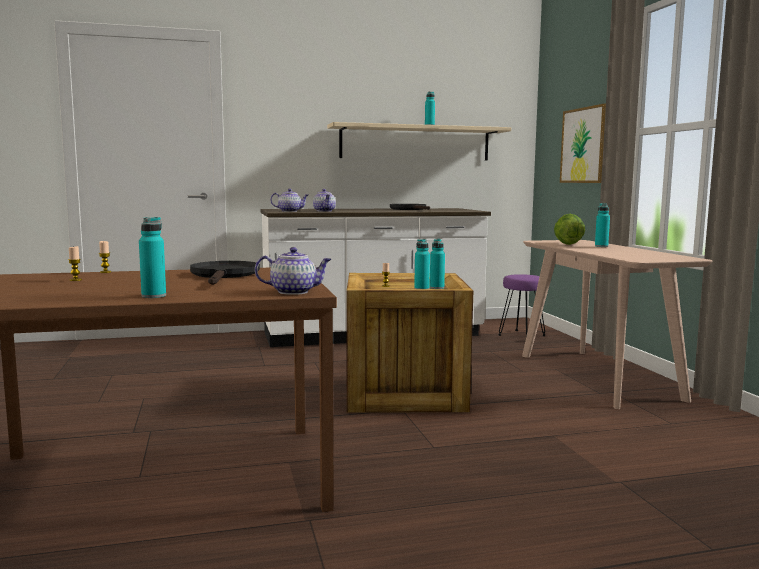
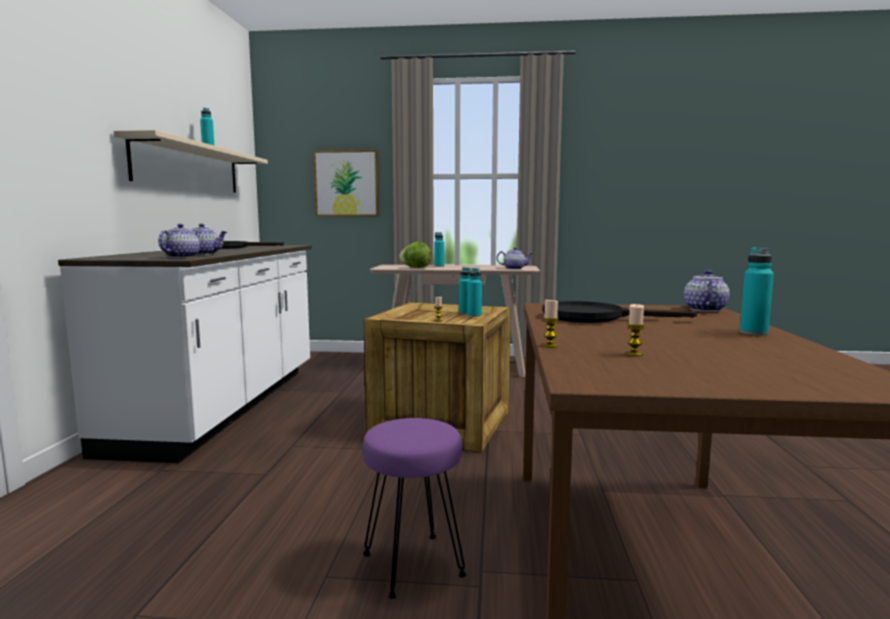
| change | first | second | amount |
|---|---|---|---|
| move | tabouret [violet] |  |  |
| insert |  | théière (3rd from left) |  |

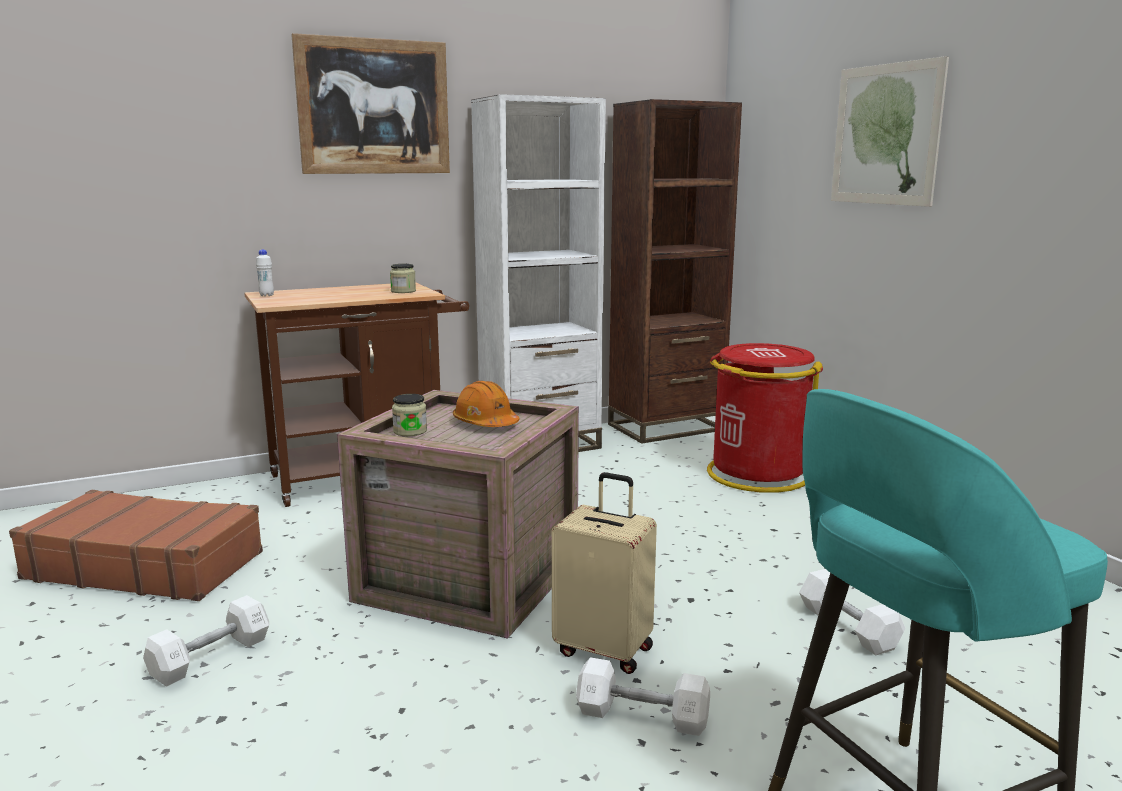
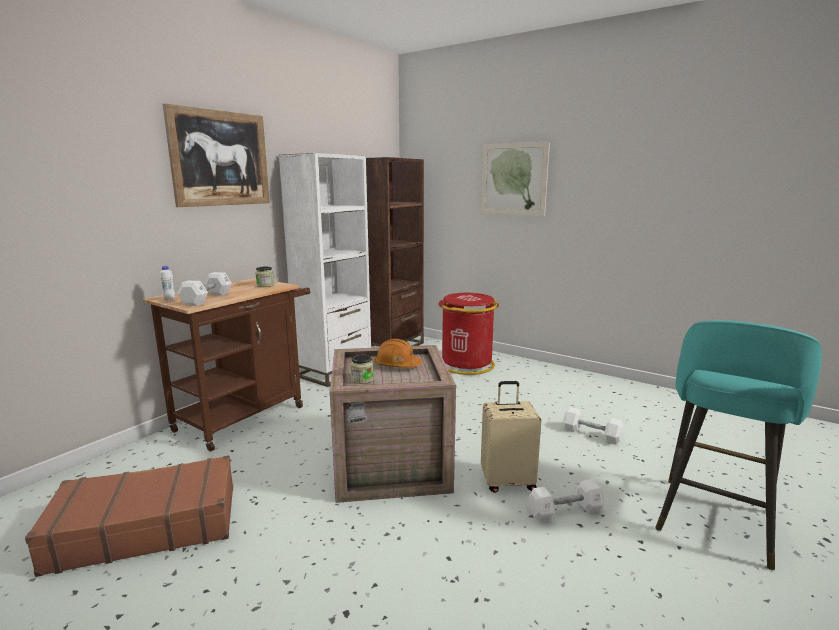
| change | first | second | amount |
|---|---|---|---|
| move | haltère [blanc] (1st from left) |  |  |

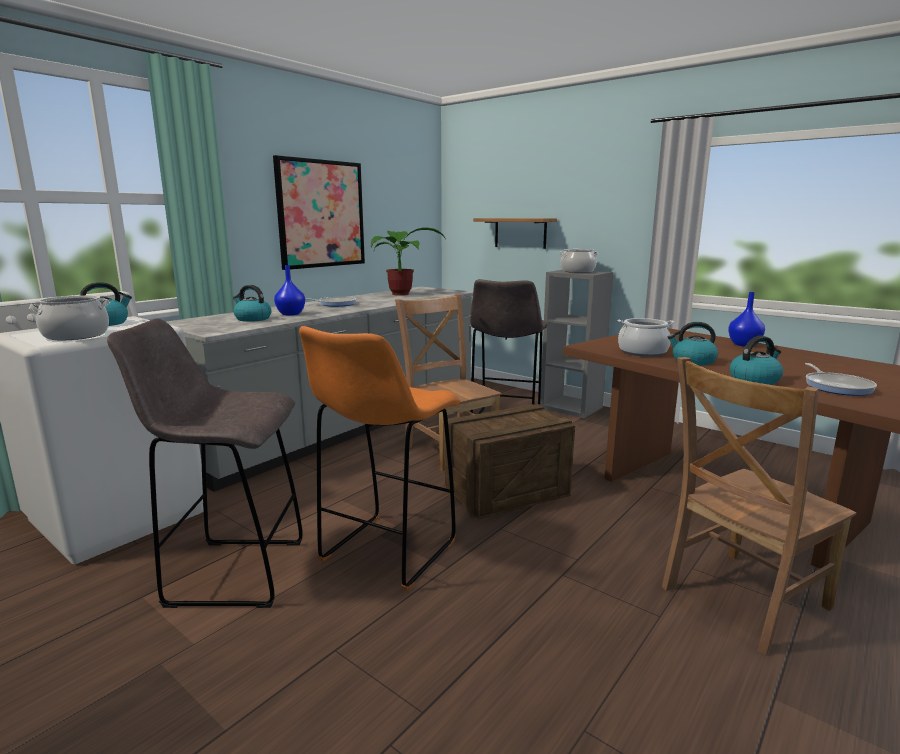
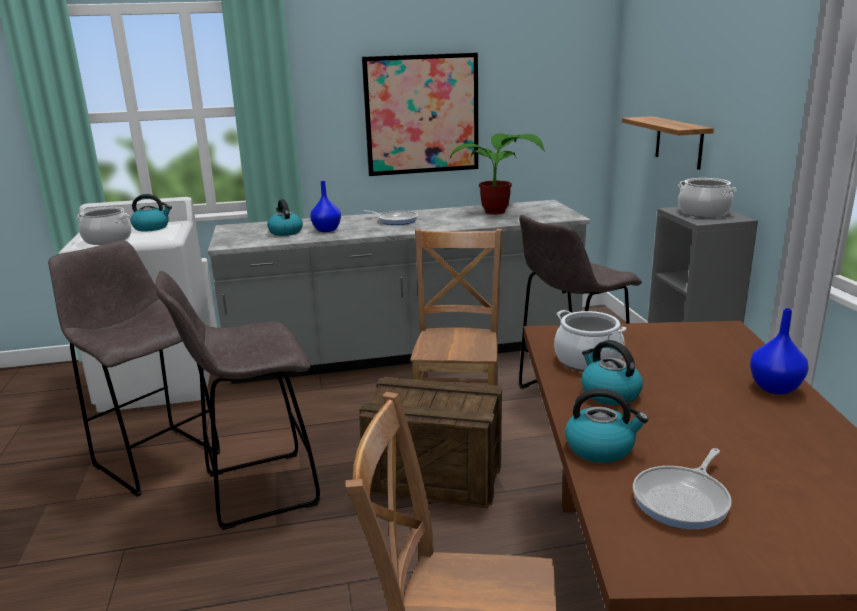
| change | first | second | amount |
|---|---|---|---|
| recolor | tabouret [orange] | tabouret [gris] (2nd from left) |  |

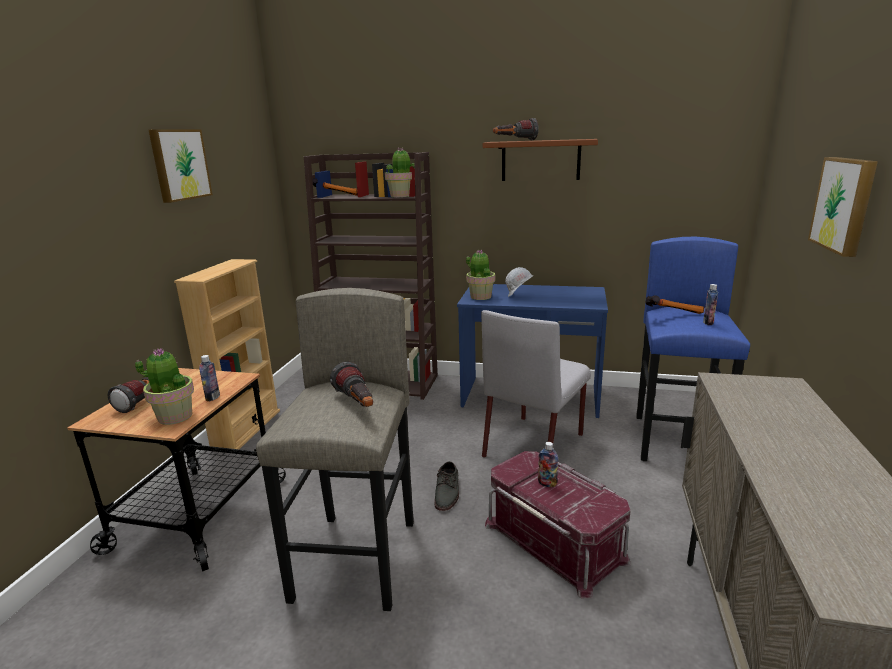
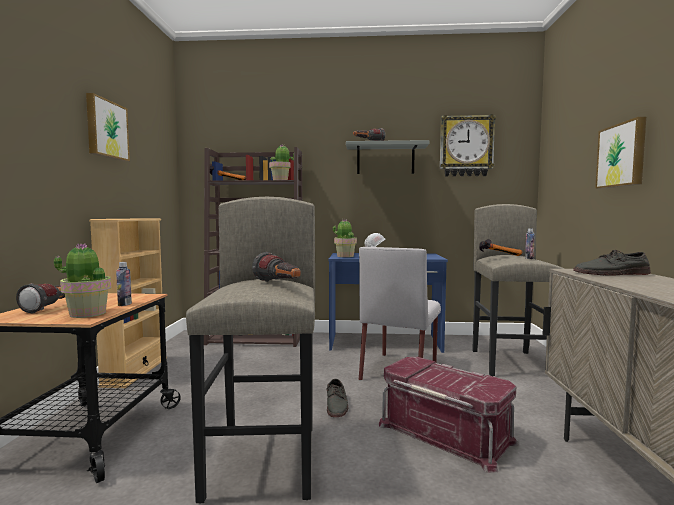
| change | first | second | amount |
|---|---|---|---|
| recolor | étagère [marron] | étagère [gris] |  |
| recolor | tabouret [bleu] | tabouret [gris] (2nd from left) |  |
| delete | bouteille (2nd from left) |  |  |
| insert |  | horloge murale |  |
| insert |  | chaussure [gris] (2nd from left) |  |

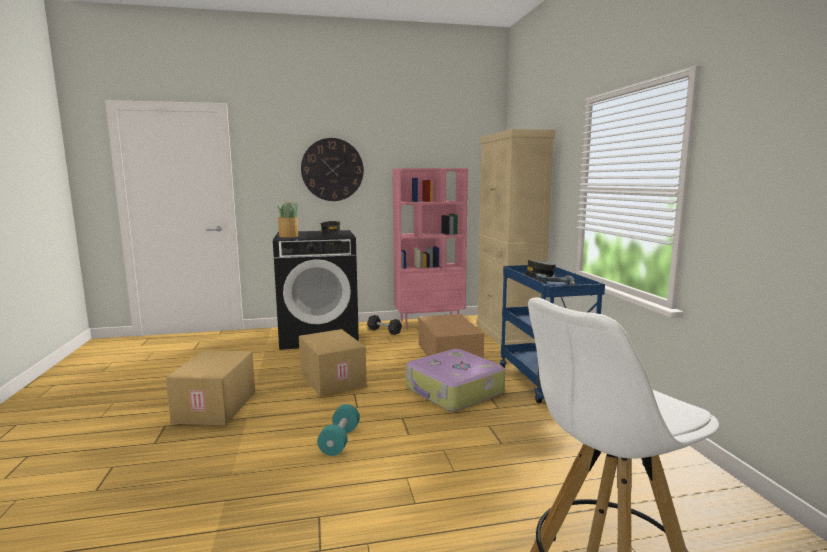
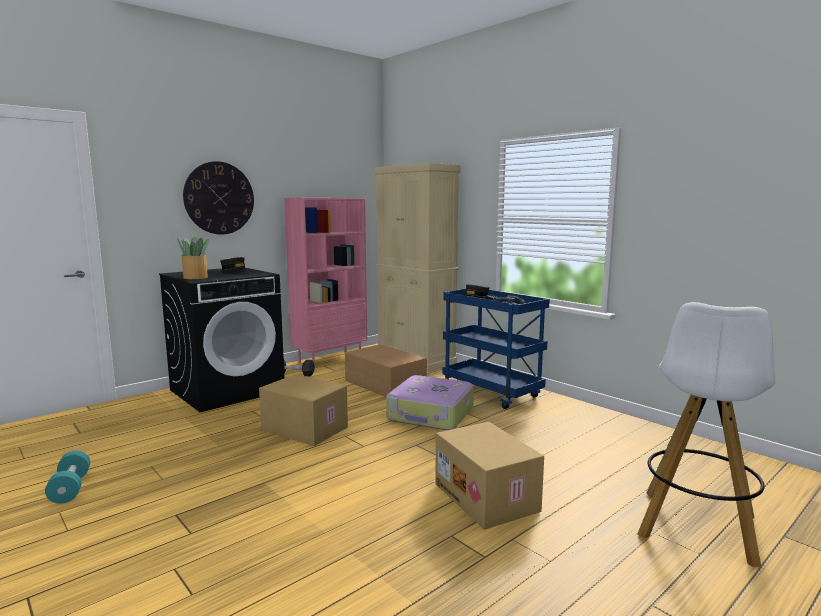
| change | first | second | amount |
|---|---|---|---|
| move | carton (1st from left in the first image) | carton (3rd from left) |  |
| move | haltère [turquoise] |  |  |

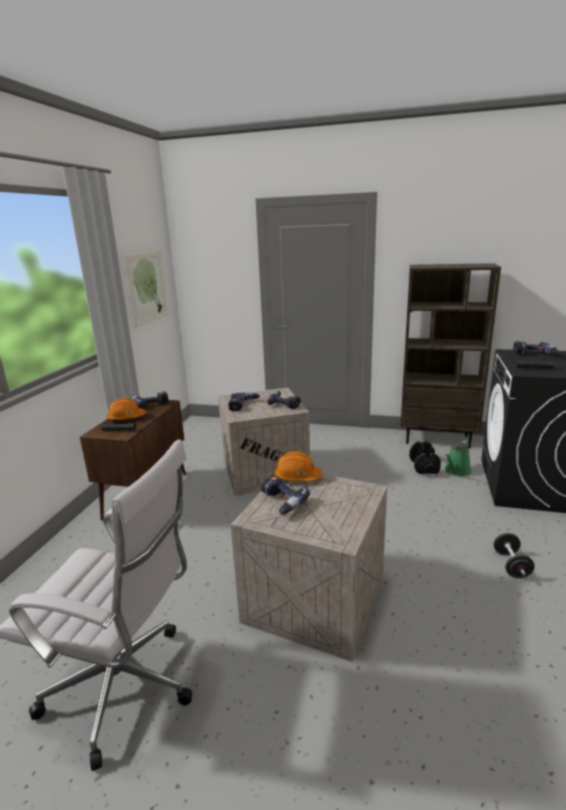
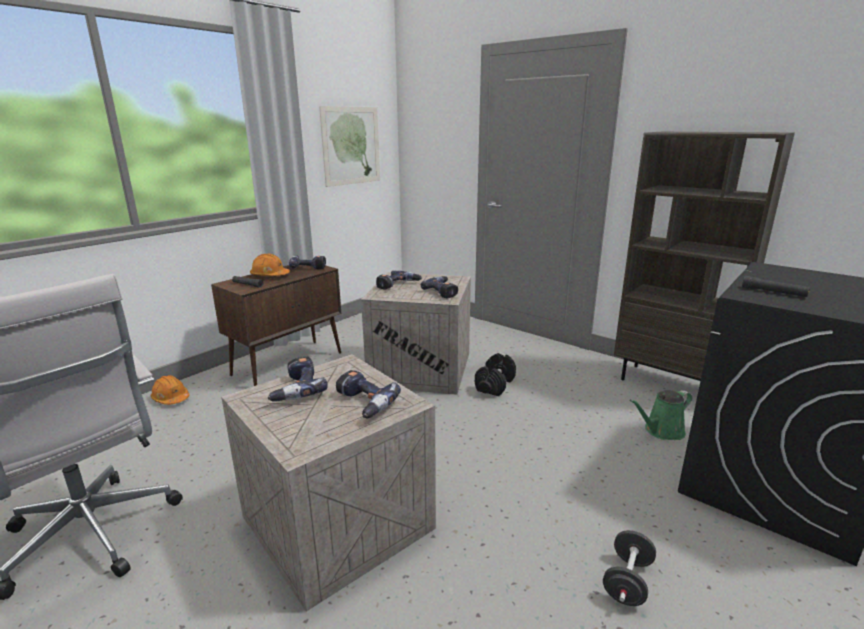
| change | first | second | amount |
|---|---|---|---|
| move | perceuse (5th from left in the first image) | perceuse (3rd from left) |  |
| move | haltère [noir] (1st from left) |  |  |
| move | casque de chantier [orange] (2nd from left in the first image) | casque de chantier [orange] (1st from left) |  |

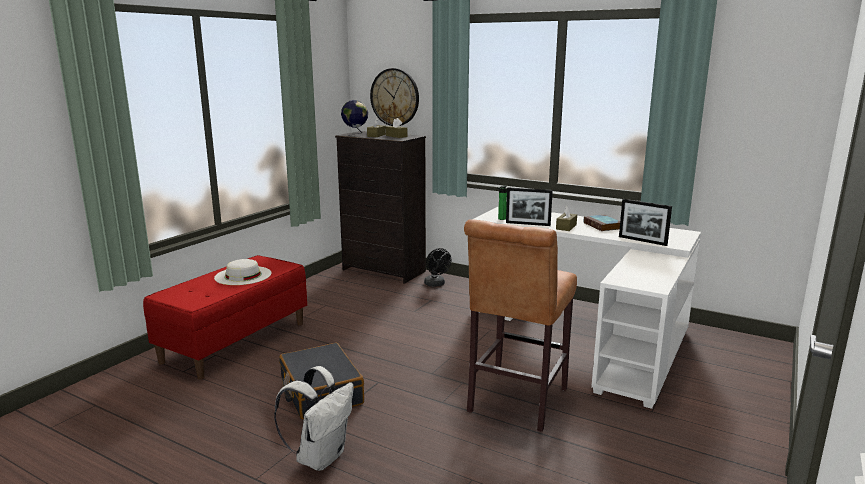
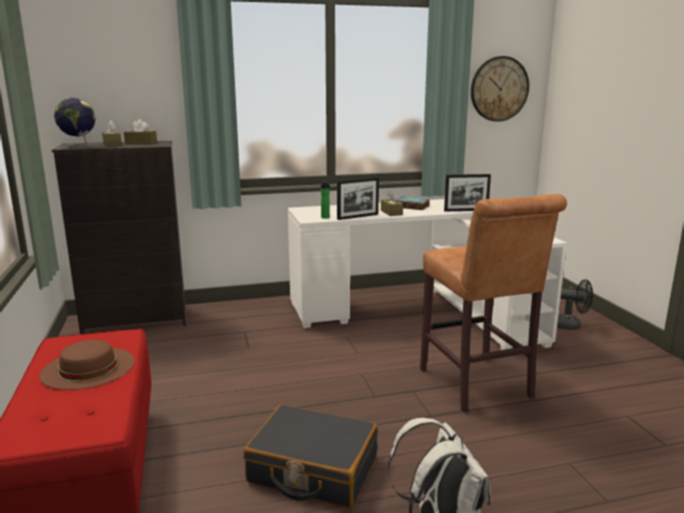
| change | first | second | amount |
|---|---|---|---|
| move | horloge murale |  |  |
| move | ventilateur [noir] |  |  |
| recolor | chapeau [blanc] | chapeau [marron] |  |

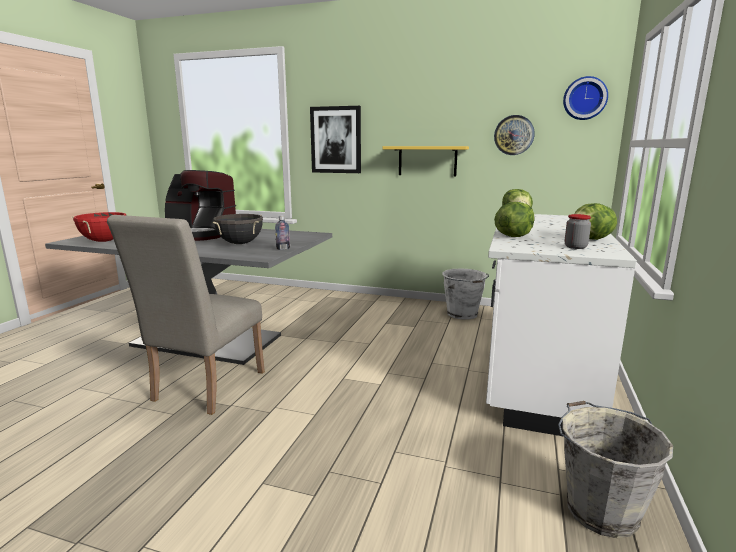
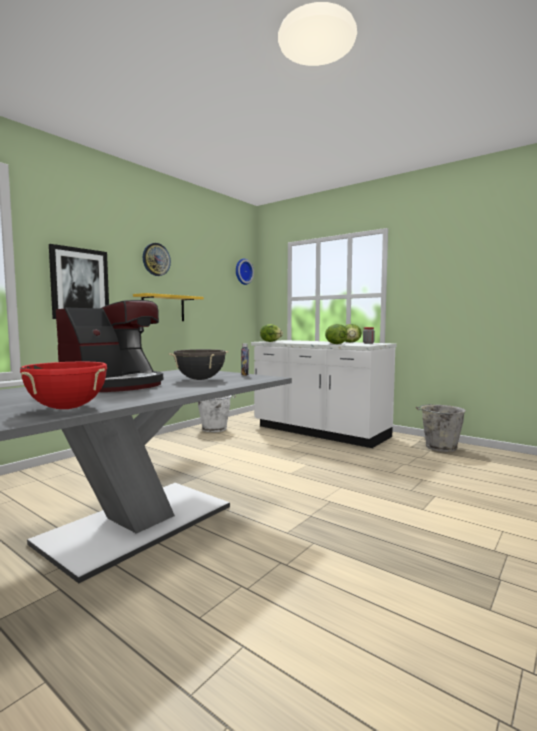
| change | first | second | amount |
|---|---|---|---|
| move | horloge murale (1st from left) |  |  |
| delete | chaise [beige] |  |  |

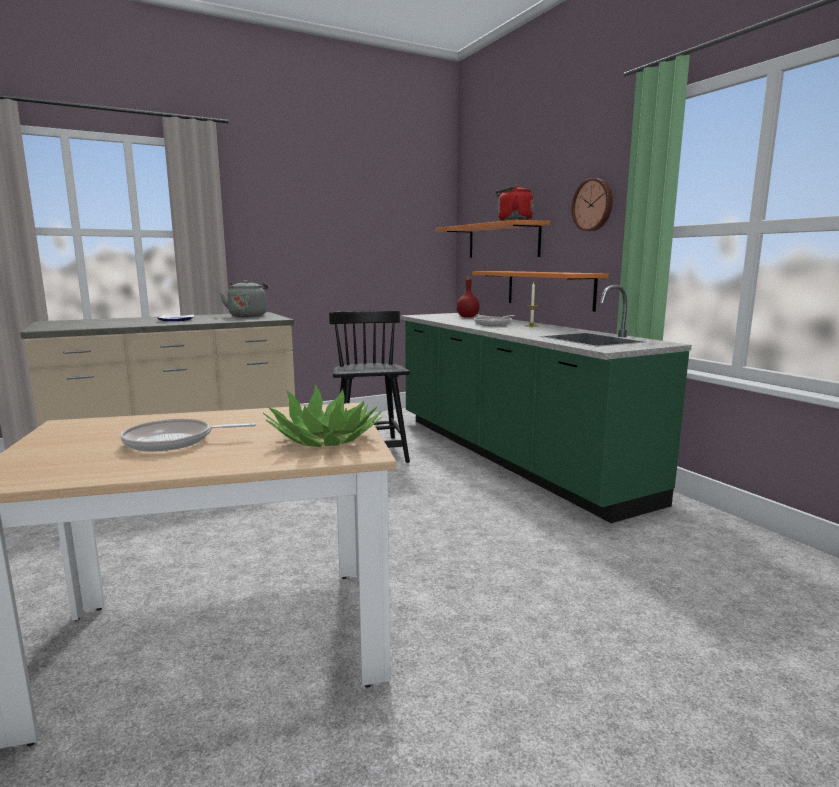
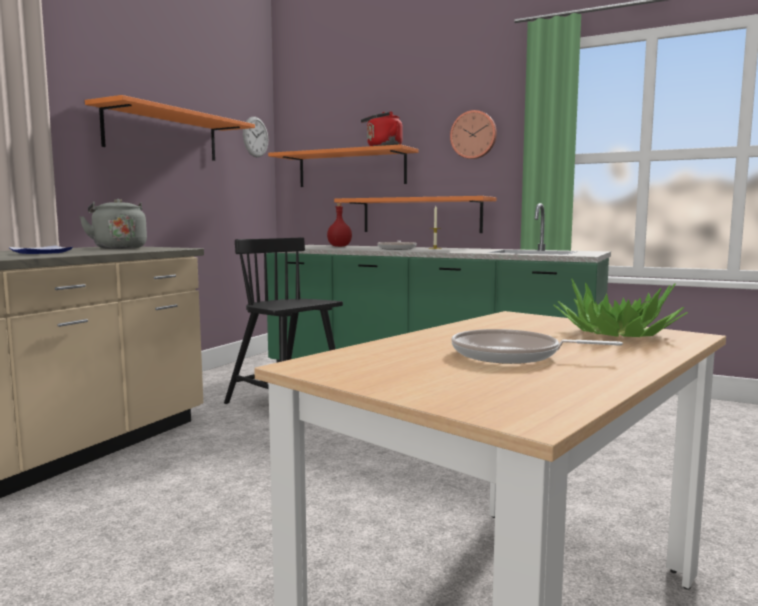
| change | first | second | amount |
|---|---|---|---|
| rotate | poêle (1st from left in the first image) | poêle (2nd from left) | 60 degrees clockwise |
| insert |  | étagère [orange] (1st from left) |  |
| insert |  | horloge murale (1st from left) |  |

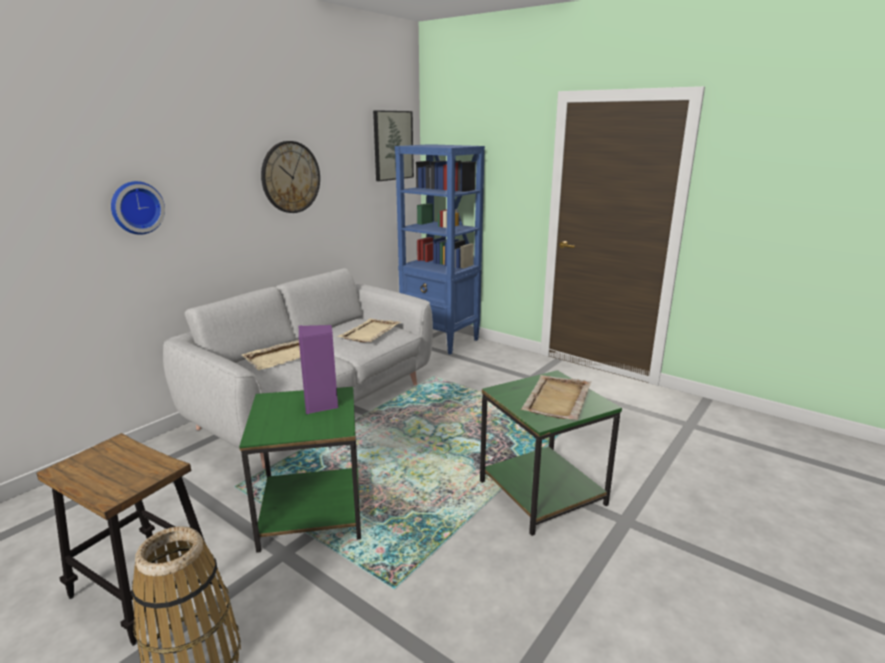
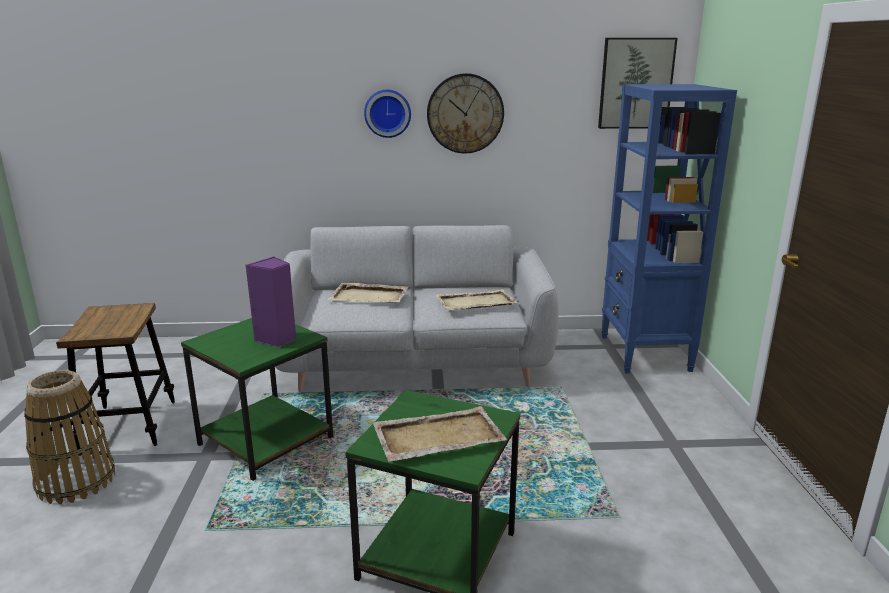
| change | first | second | amount |
|---|---|---|---|
| move | horloge murale (1st from left) |  |  |

